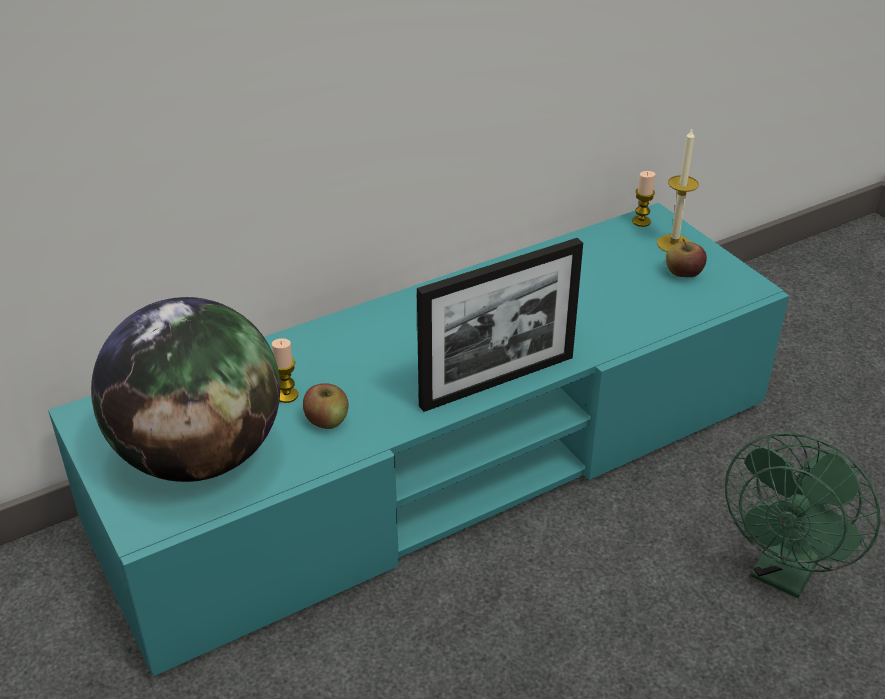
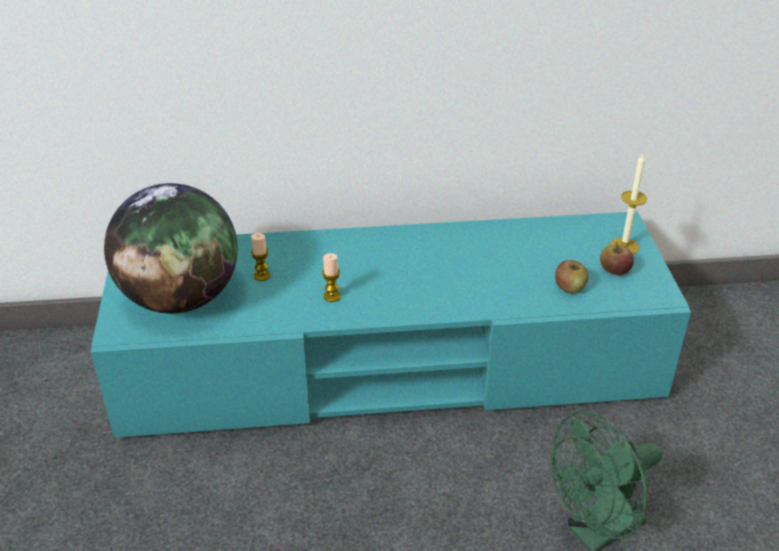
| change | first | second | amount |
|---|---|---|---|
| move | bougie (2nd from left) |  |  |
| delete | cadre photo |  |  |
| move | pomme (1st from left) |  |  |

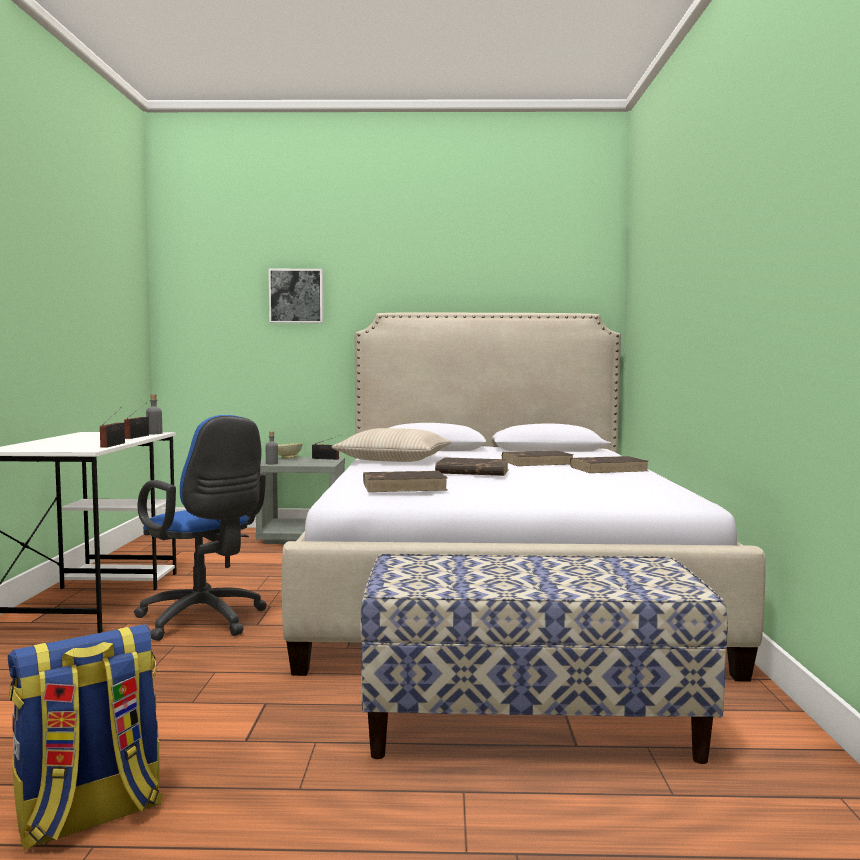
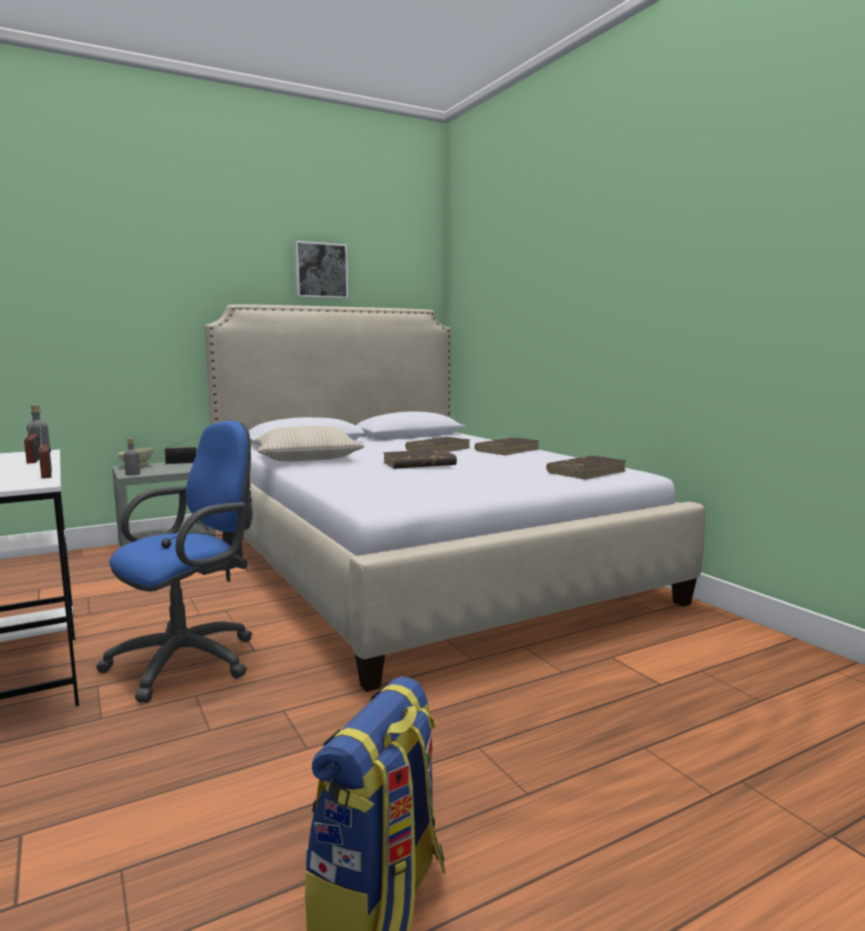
| change | first | second | amount |
|---|---|---|---|
| move | tableau |  |  |
| rotate | chaise de bureau [bleu] |  | 60 degrees counterclockwise |
| move | livre [marron] (1st from left in the first image) | livre [marron] (4th from left) |  |
| delete | banc |  |  |

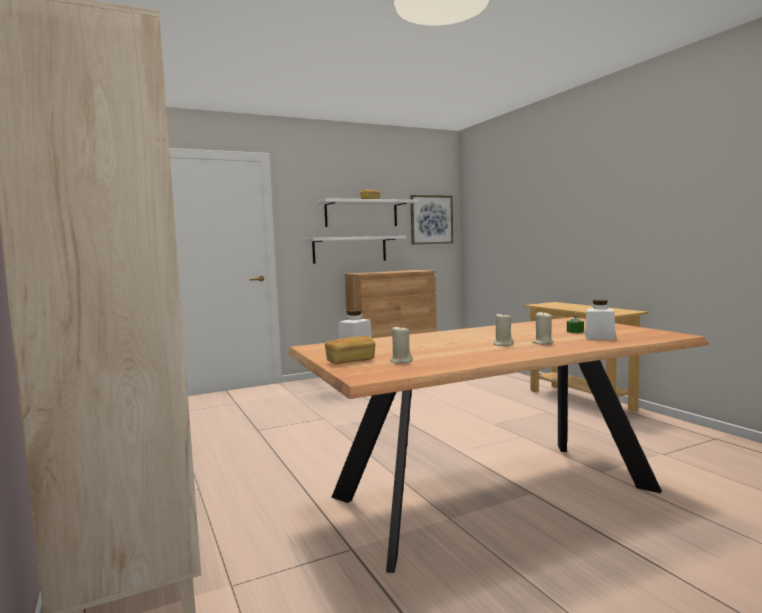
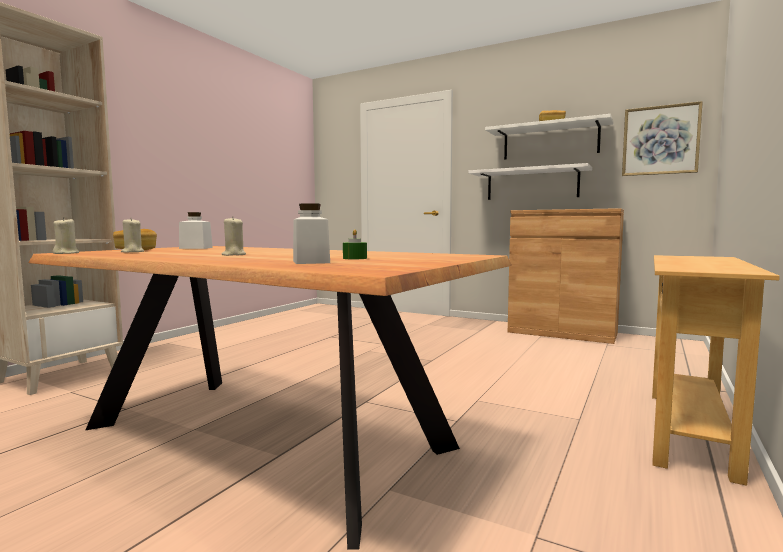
| change | first | second | amount |
|---|---|---|---|
| move | bougie [beige] (3rd from left in the first image) | bougie [beige] (1st from left) |  |

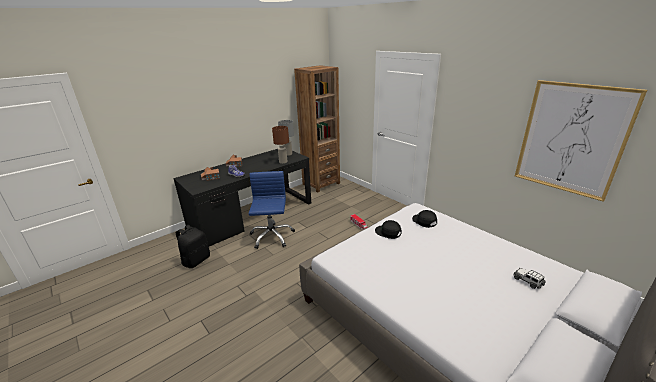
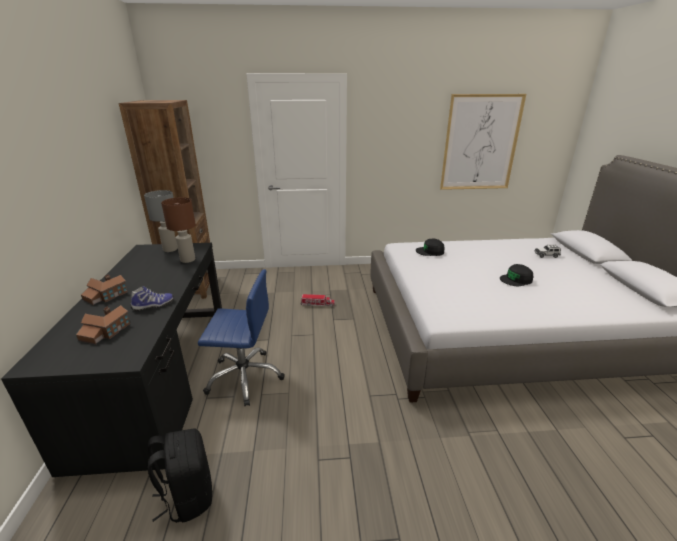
| change | first | second | amount |
|---|---|---|---|
| rotate | chaise de bureau [bleu] |  | 150 degrees clockwise |
| move | casquette [noir] (1st from left in the first image) | casquette [noir] (2nd from left) |  |

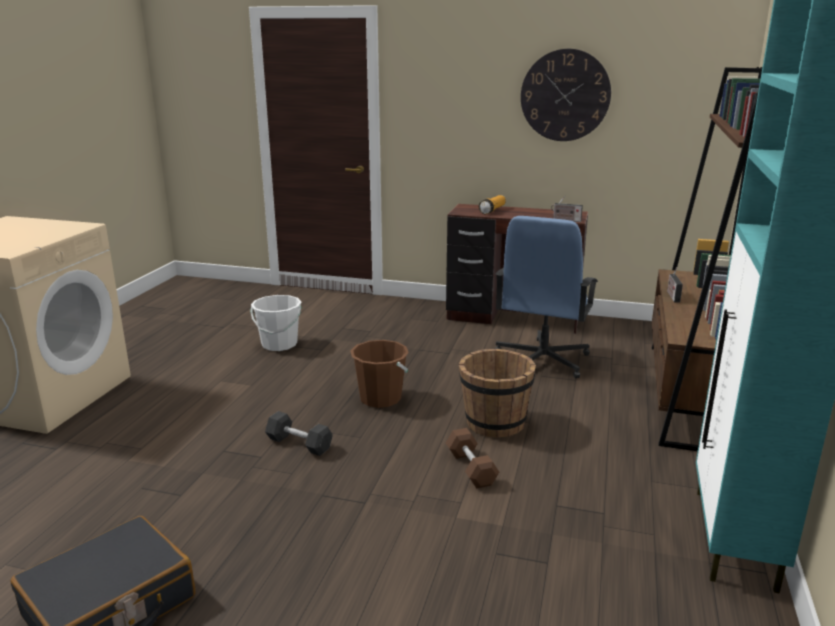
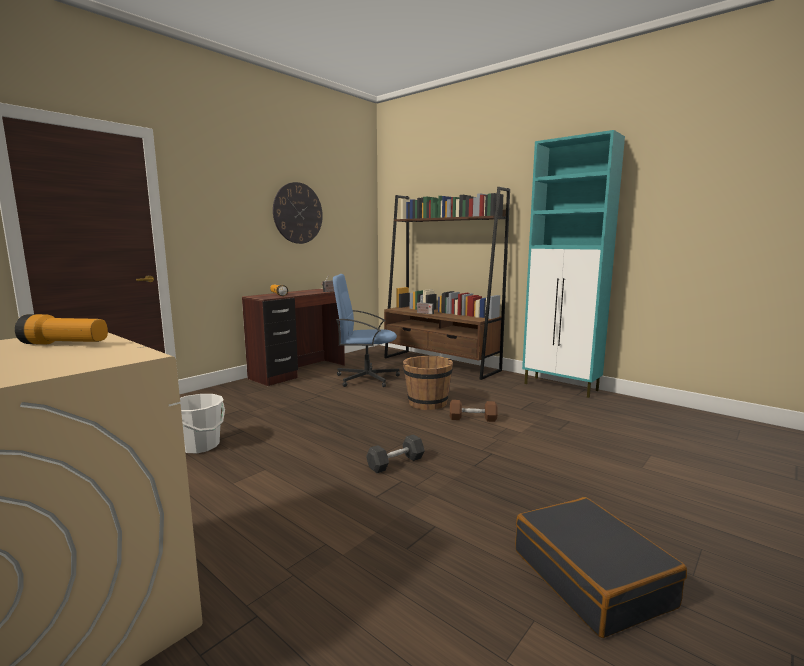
| change | first | second | amount |
|---|---|---|---|
| rotate | chaise de bureau [bleu] |  | 135 degrees clockwise |
| delete | seau [marron] (1st from left) |  |  |
| insert |  | lampe de poche (1st from left) |  |

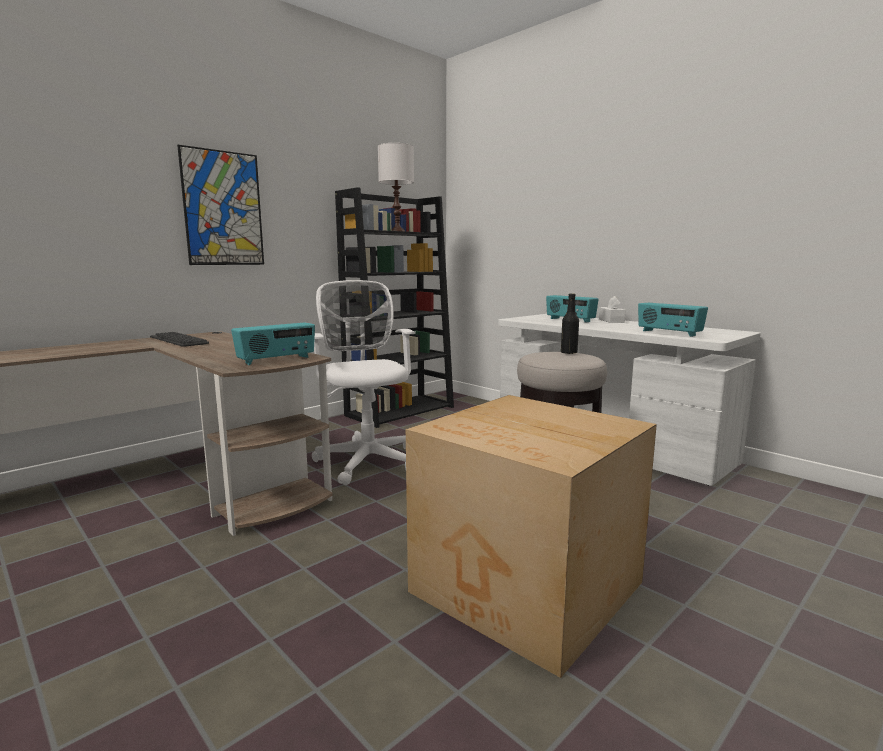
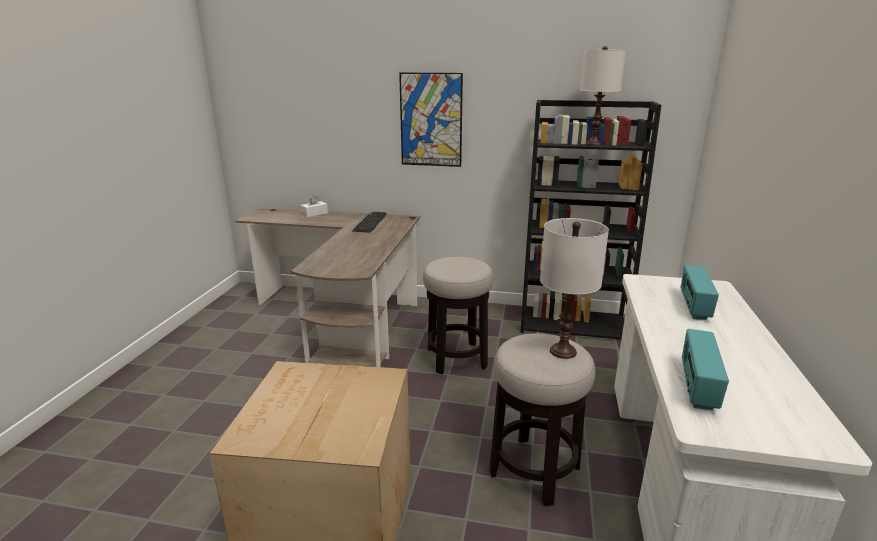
| change | first | second | amount |
|---|---|---|---|
| replace | chaise de bureau [blanc] | tabouret (1st from left) |  |
| replace | bouteille [noir] | lampe de table [blanc] (1st from left) |  |
| move | boîte à mouchoirs [blanc] |  |  |
| delete | radio (1st from left) |  |  |

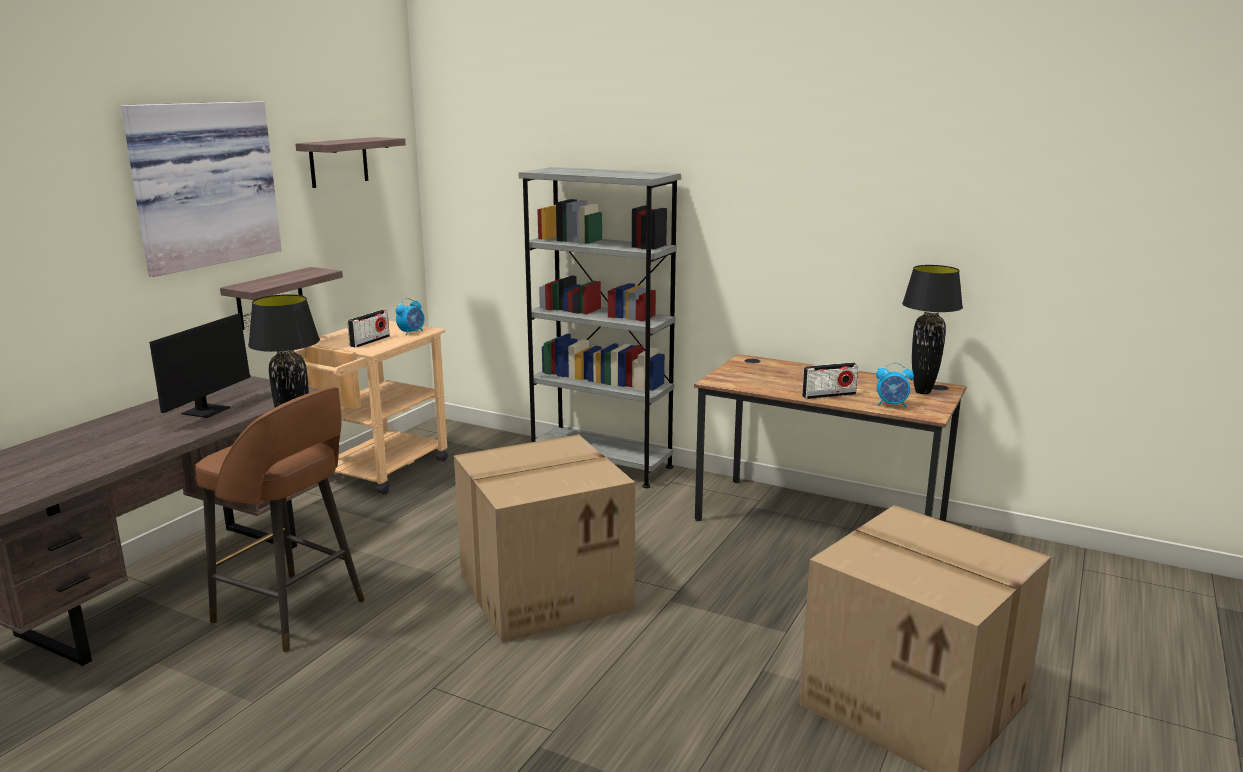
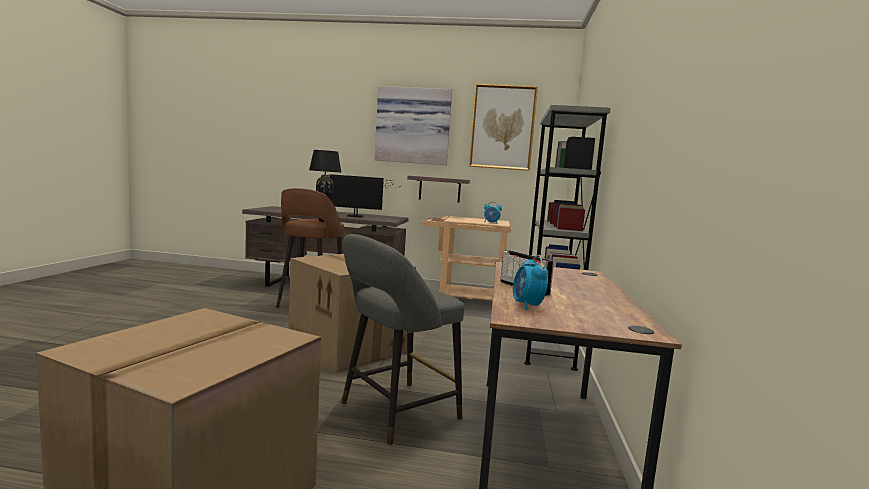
| change | first | second | amount |
|---|---|---|---|
| replace | étagère (2nd from left) | tableau (2nd from left) |  |
| delete | lampe de table [noir] (2nd from left) |  |  |
| delete | radio (1st from left) |  |  |
| insert |  | tabouret [gris] |  |

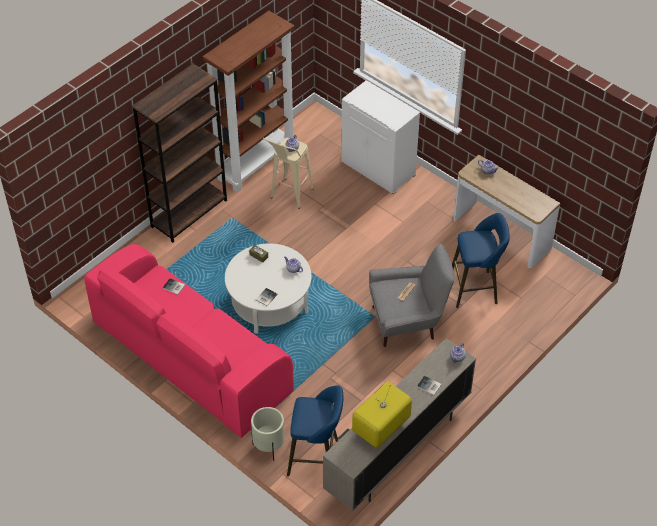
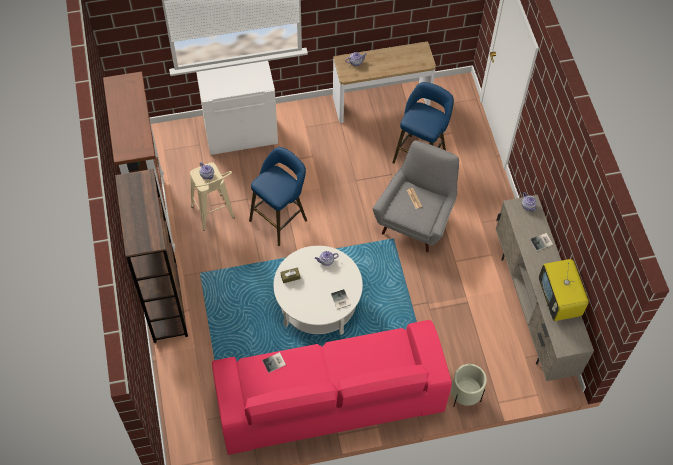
| change | first | second | amount |
|---|---|---|---|
| move | tabouret [bleu] (1st from left) |  |  |

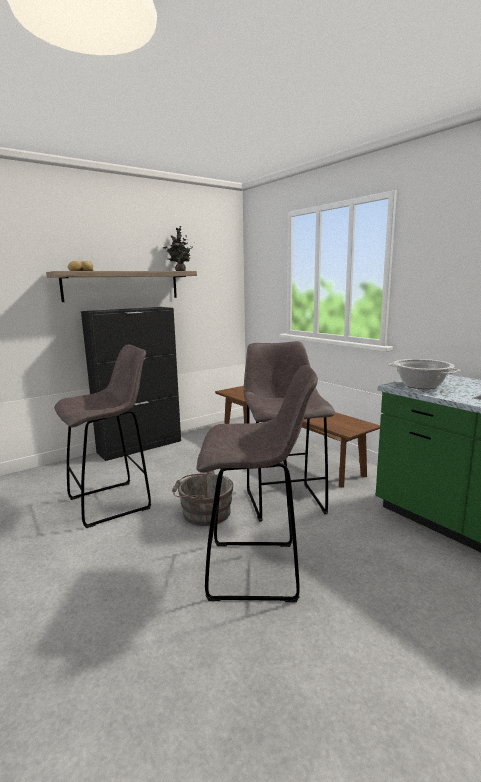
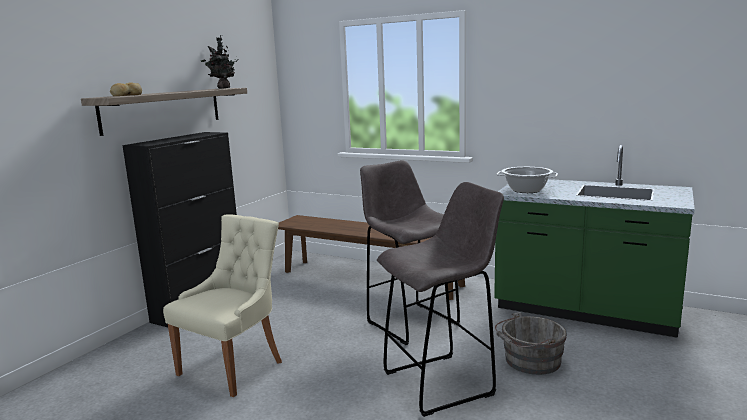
| change | first | second | amount |
|---|---|---|---|
| replace | tabouret [gris] (1st from left) | chaise [beige] |  |
| move | seau [gris] |  |  |

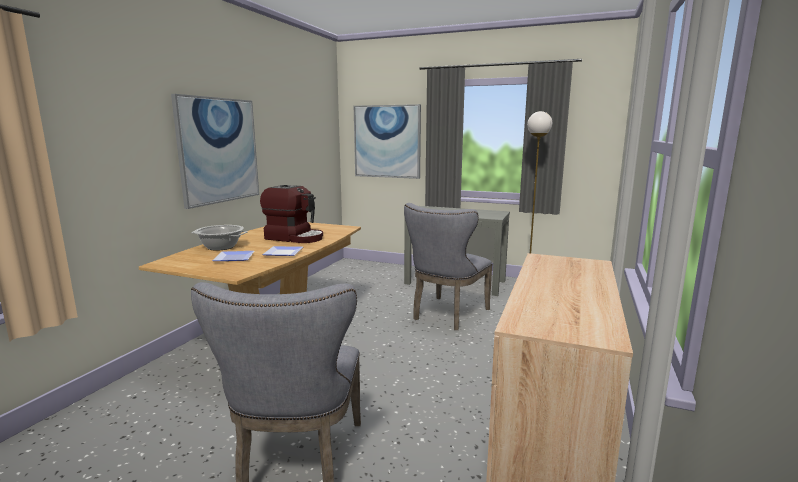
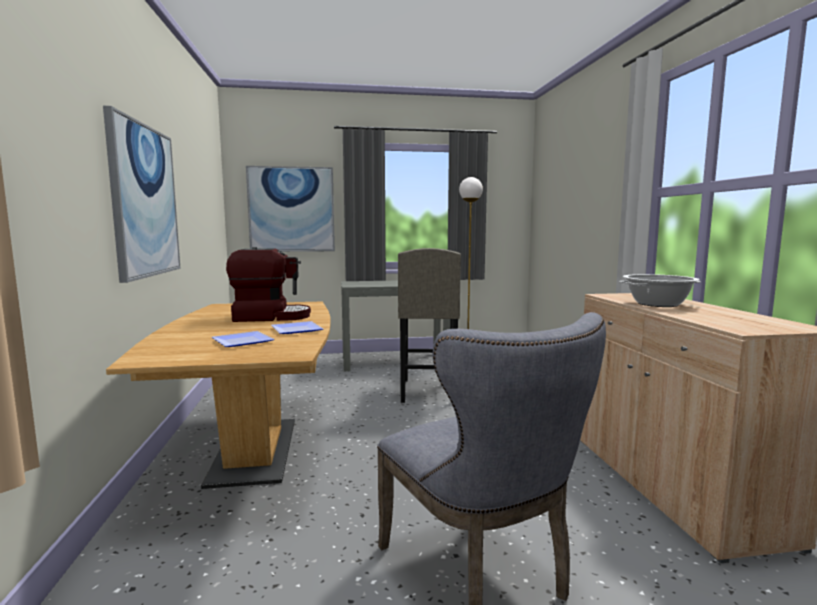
| change | first | second | amount |
|---|---|---|---|
| replace | chaise [gris] (2nd from left) | tabouret [gris] |  |
| move | marmite |  |  |

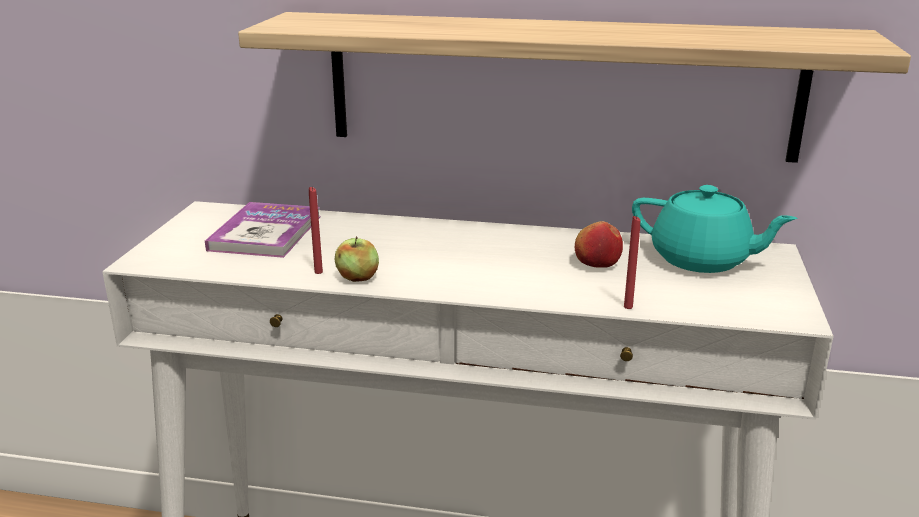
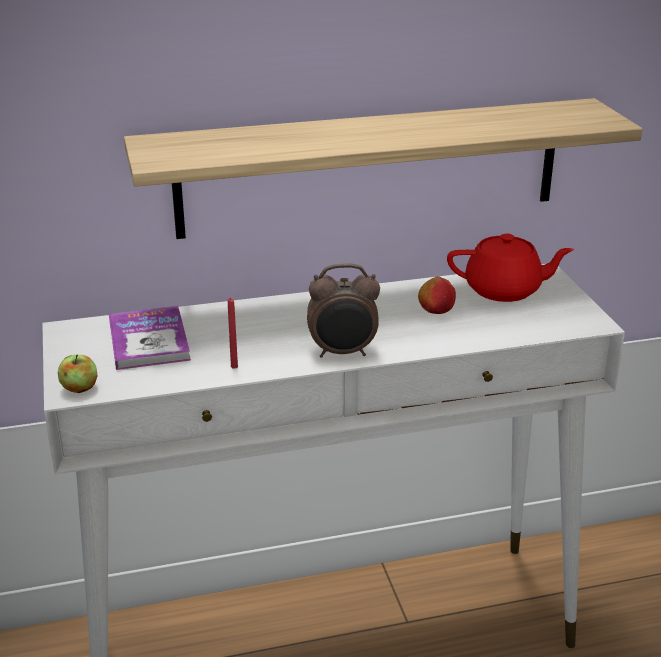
| change | first | second | amount |
|---|---|---|---|
| recolor | théière [turquoise] | théière [rouge] |  |
| delete | bougie [rouge] (2nd from left) |  |  |
| move | pomme (1st from left) |  |  |
| insert |  | réveil |  |

